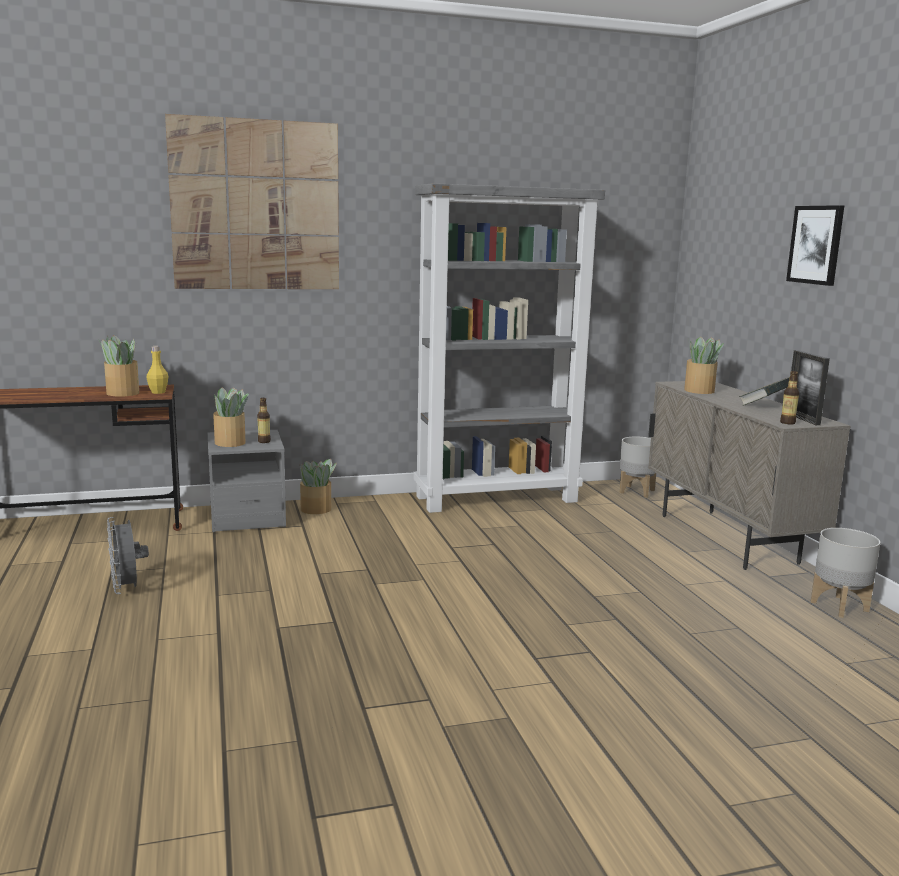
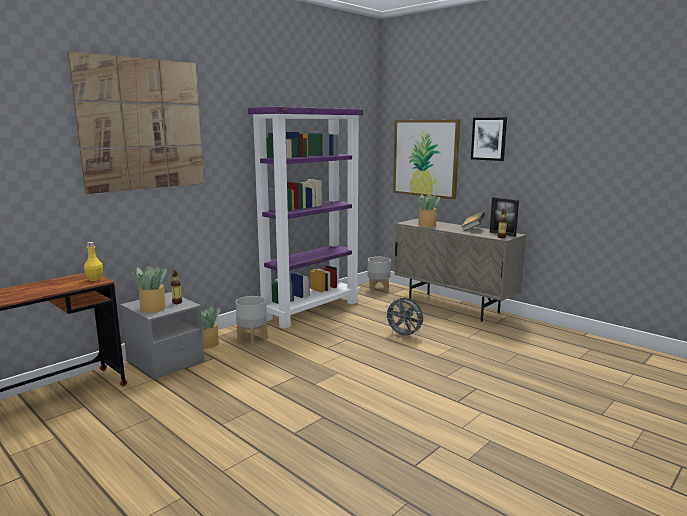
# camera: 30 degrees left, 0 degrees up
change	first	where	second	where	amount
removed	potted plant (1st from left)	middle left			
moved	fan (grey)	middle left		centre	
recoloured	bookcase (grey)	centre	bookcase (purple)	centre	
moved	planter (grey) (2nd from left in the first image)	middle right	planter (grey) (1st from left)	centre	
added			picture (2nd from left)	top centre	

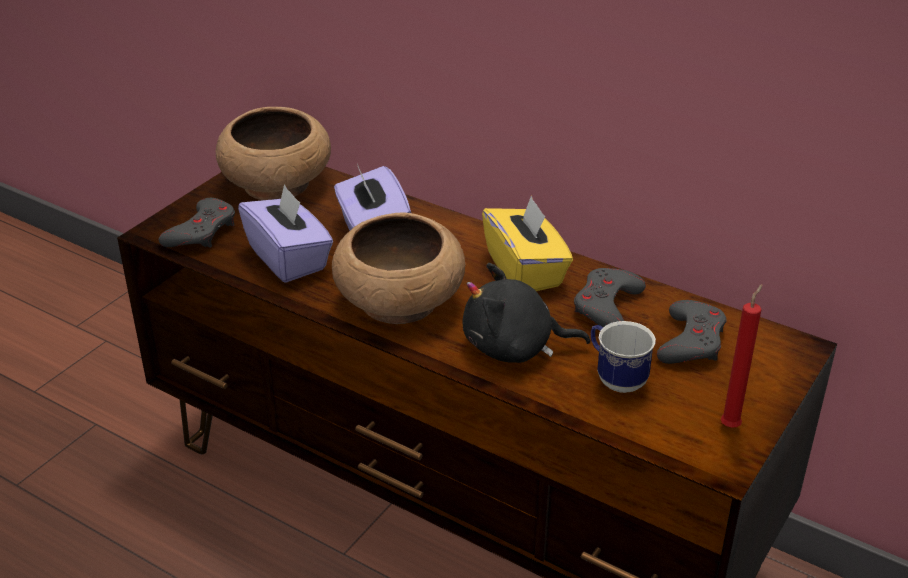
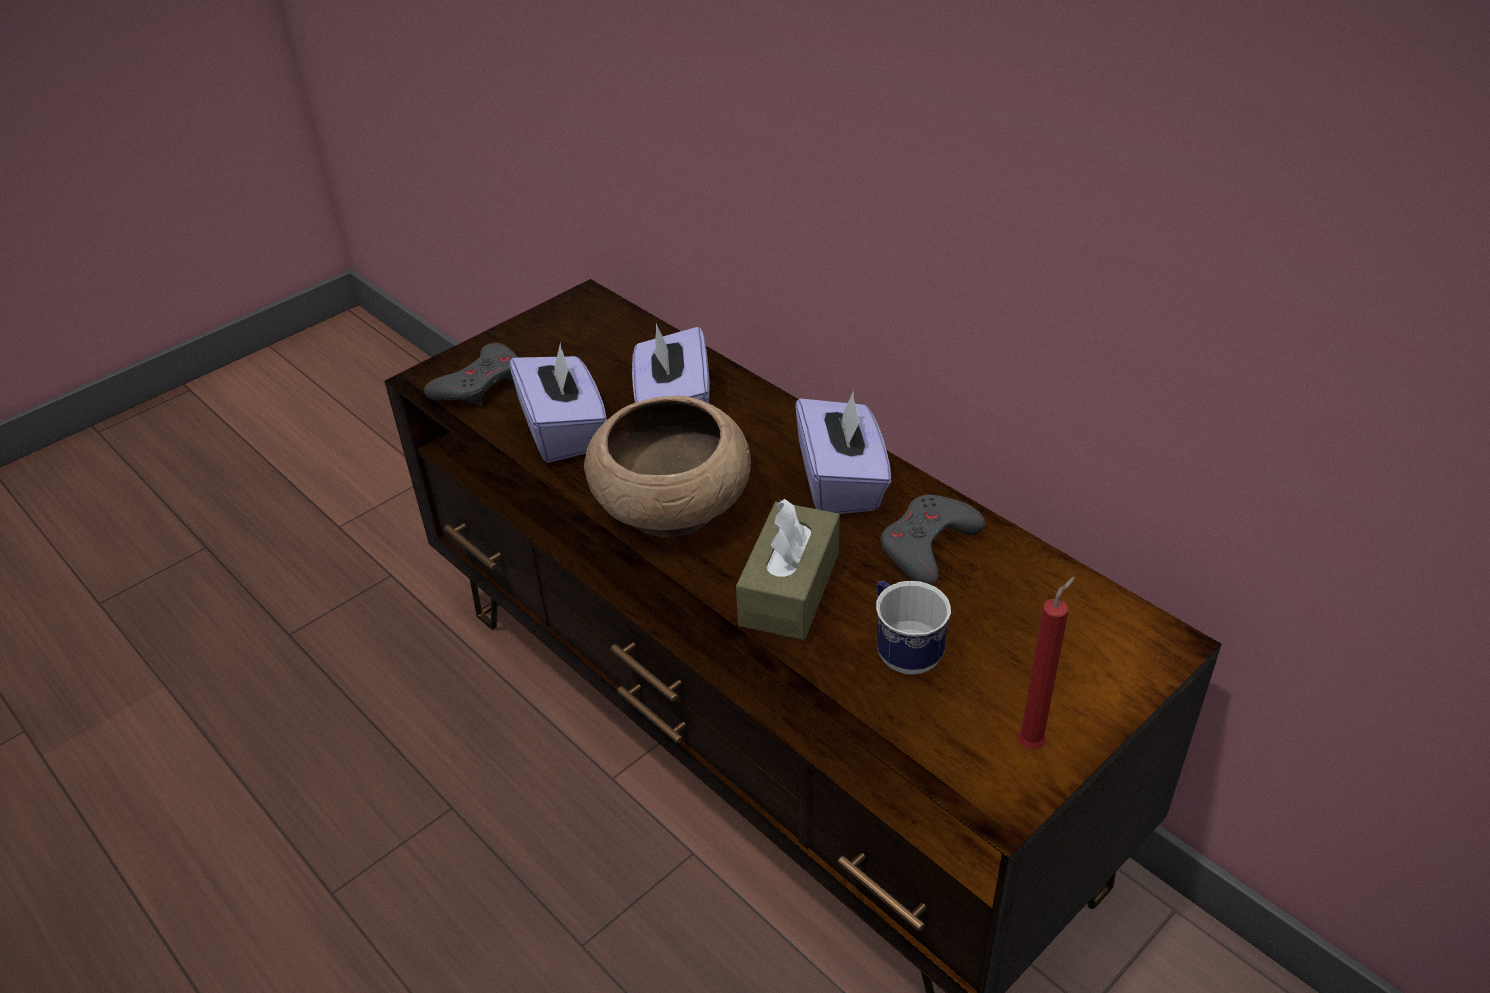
# camera: 15 degrees right, 5 degrees up
change	first	where	second	where	amount
removed	bowl (brown) (1st from left)	top left			
replaced	plush toy (black)	centre	tissue box (brown)	centre	
recoloured	tissue box (yellow)	centre	tissue box (purple) (3rd from left)	centre	
removed	game controller (grey) (3rd from left)	middle right			

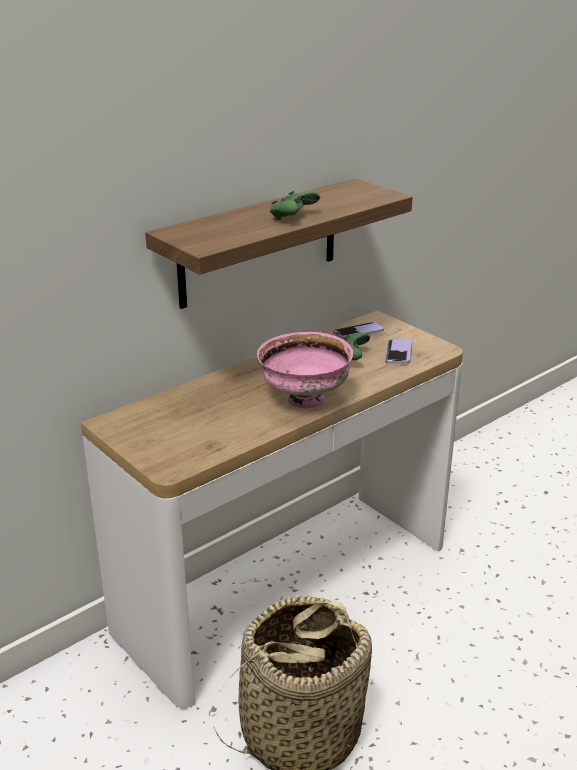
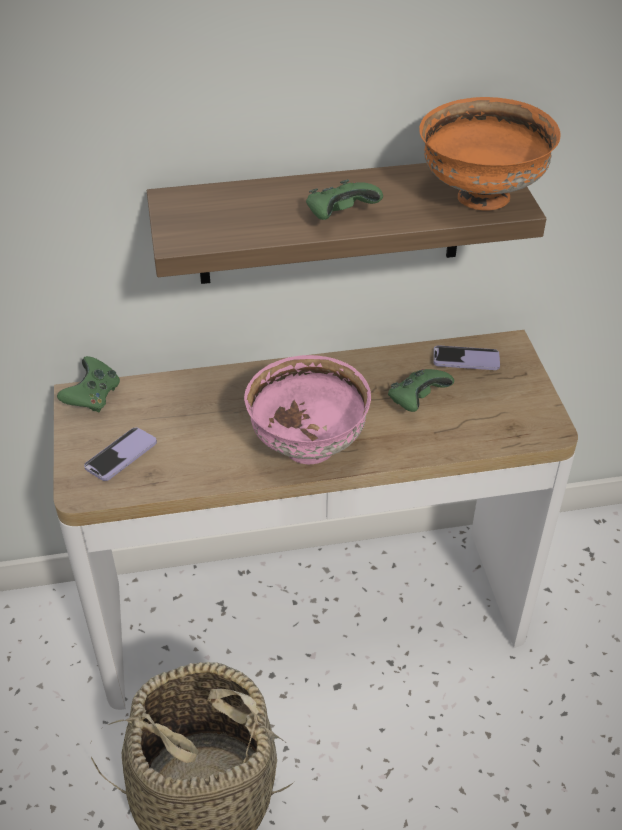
# camera: 30 degrees right, 15 degrees up
change	first	where	second	where	amount
moved	phone (2nd from left in the first image)	middle right	phone (1st from left)	middle left	
added			game controller (green) (1st from left)	middle left	
added			bowl (orange)	top right	

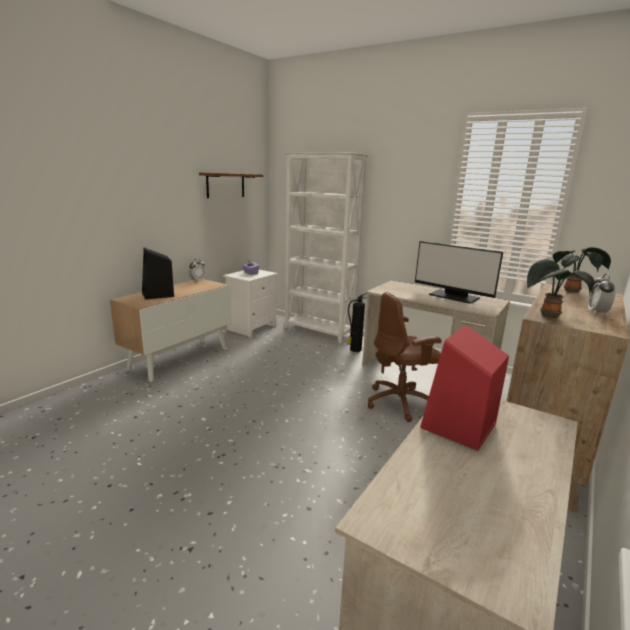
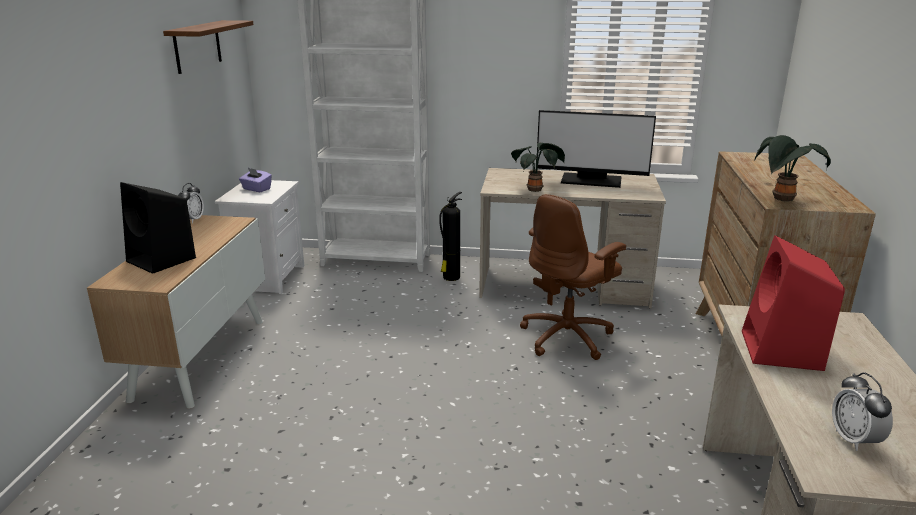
# camera: 25 degrees left, 5 degrees up
change	first	where	second	where	amount
moved	potted plant (2nd from left in the first image)	middle right	potted plant (1st from left)	top centre	
moved	alarm clock (2nd from left)	middle right		bottom right	

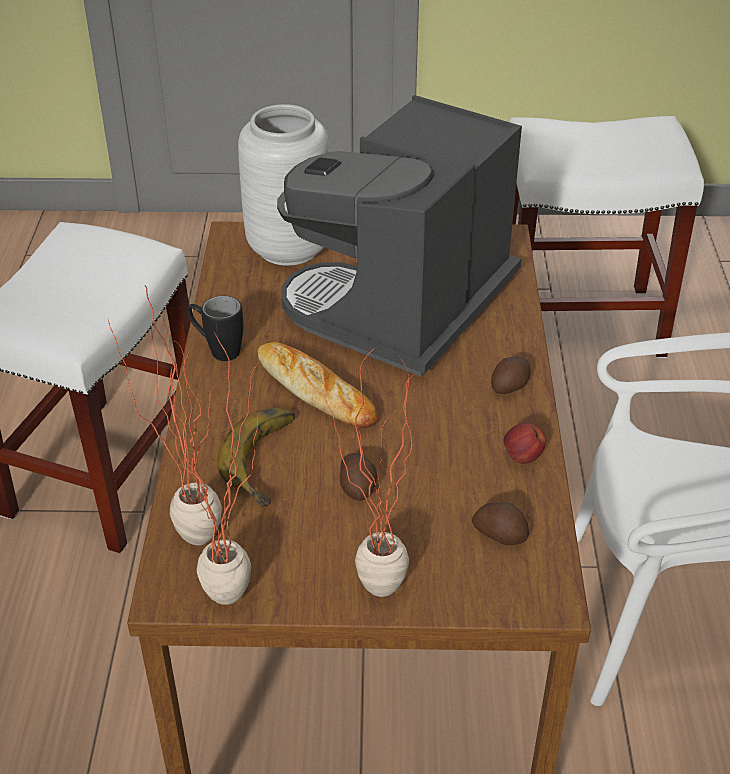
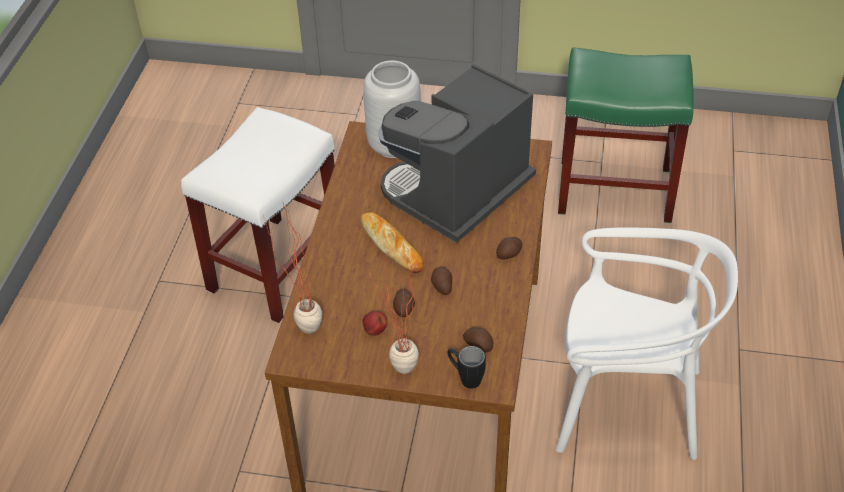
# camera: 10 degrees right, 5 degrees up
change	first	where	second	where	amount
removed	potted plant (2nd from left)	middle left			
moved	mug (black)	middle left		bottom centre	
removed	banana	centre			
moved	apple	middle right		centre	
recoloured	stool (white) (2nd from left)	top right	stool (green)	top right	
added			potato (2nd from left)	centre	

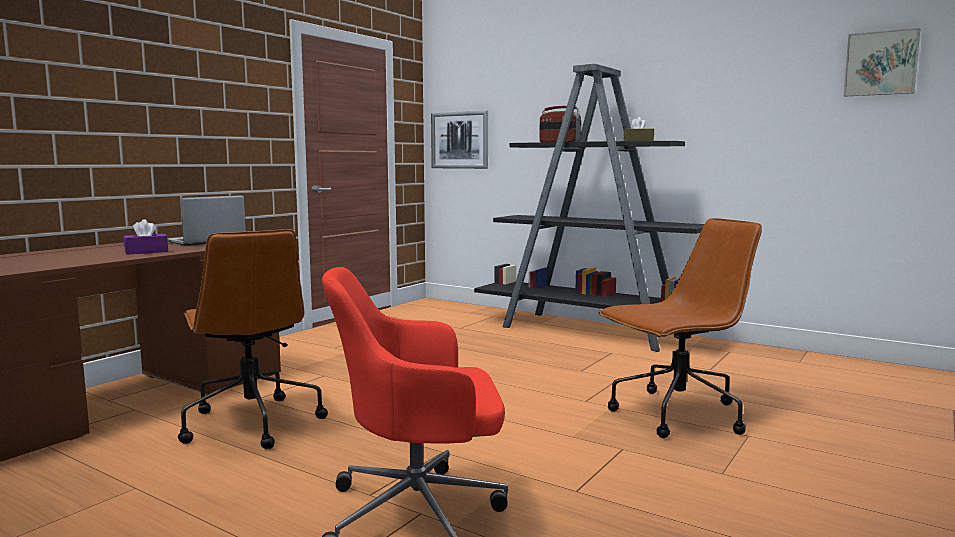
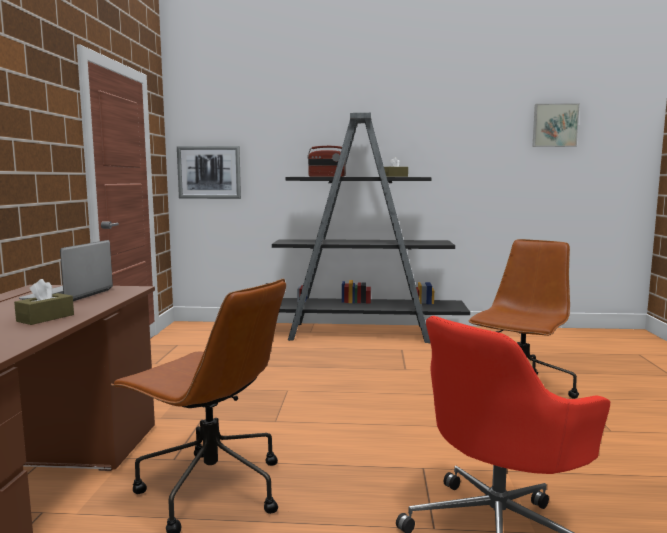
# camera: 30 degrees left, 0 degrees up
change	first	where	second	where	amount
recoloured	tissue box (purple)	middle left	tissue box (brown) (1st from left)	middle left	

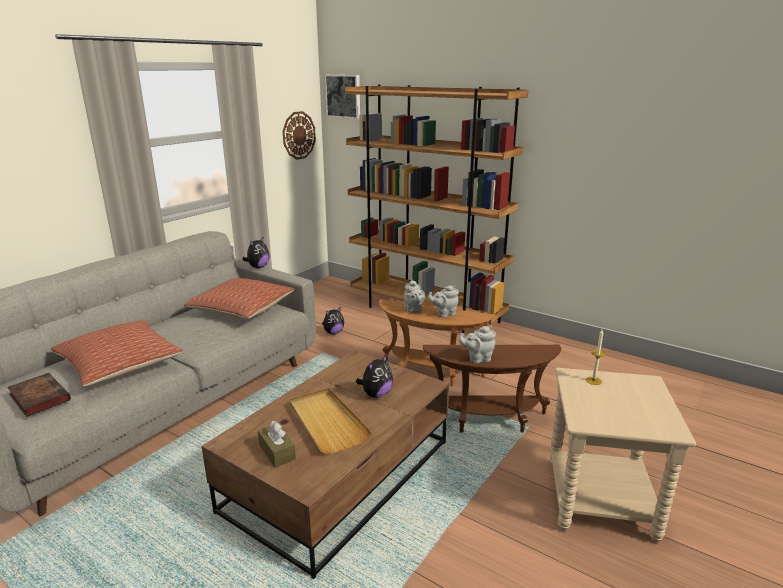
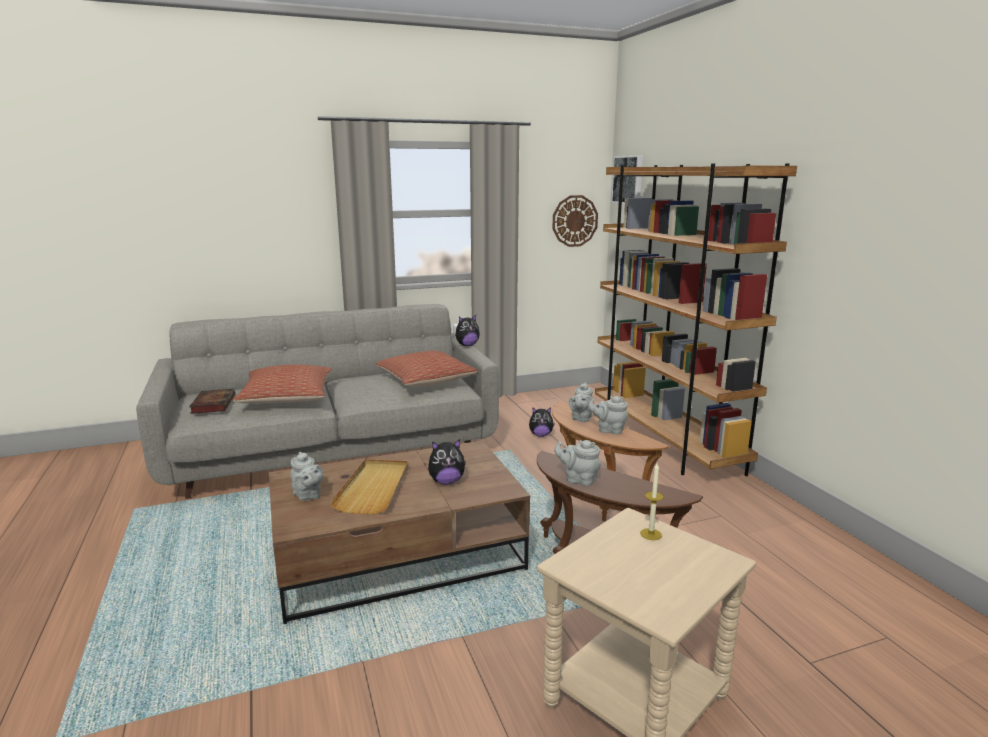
# camera: 35 degrees right, 5 degrees down
change	first	where	second	where	amount
replaced	tissue box (brown)	bottom centre	teapot (grey) (1st from left)	middle left	

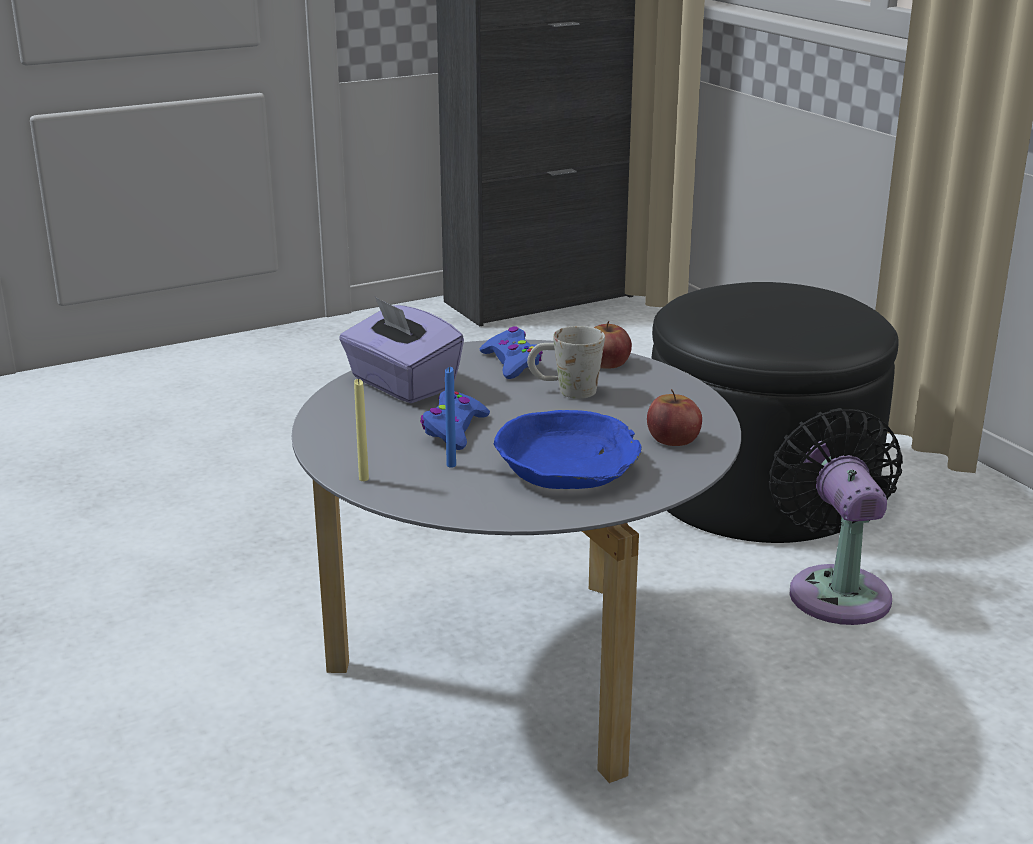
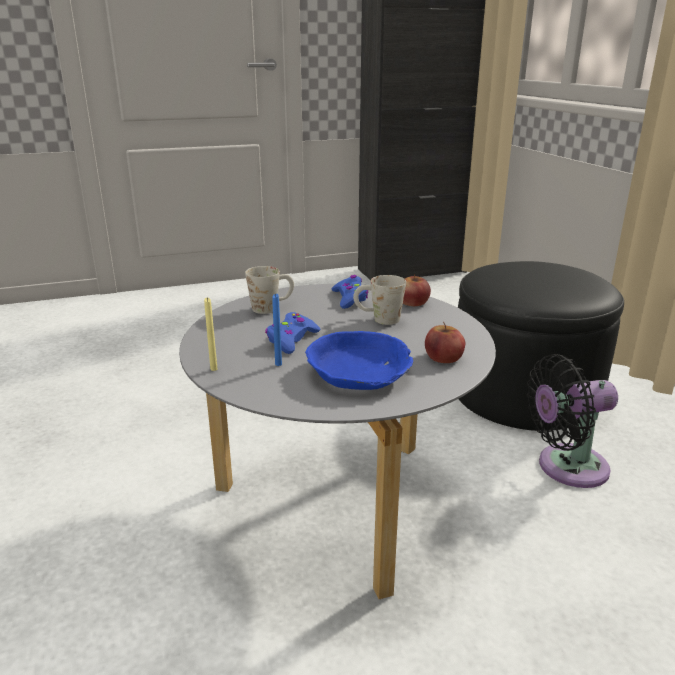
# camera: 10 degrees right, 0 degrees up
change	first	where	second	where	amount
replaced	tissue box (purple)	centre	mug (white) (1st from left)	centre	
turned	fan (black)	middle right		middle right	105 degrees counterclockwise

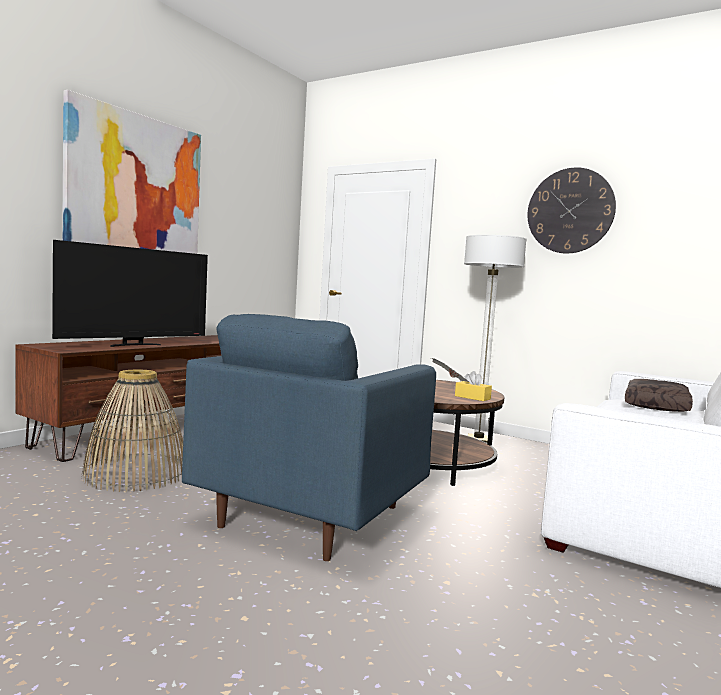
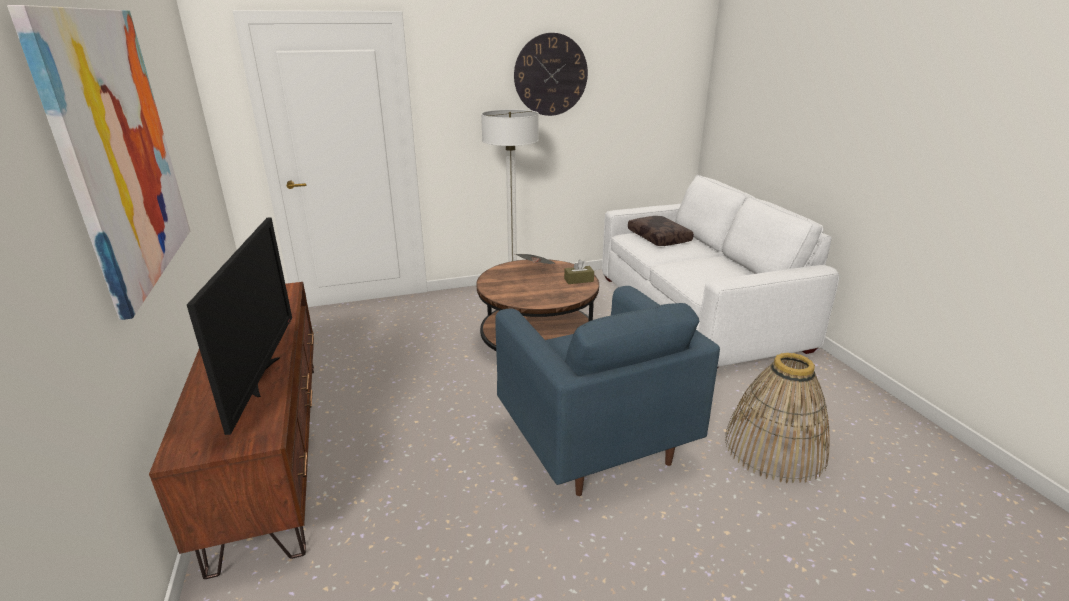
# camera: 50 degrees left, 20 degrees up
change	first	where	second	where	amount
moved	basket	middle left		bottom right	
recoloured	tissue box (yellow)	centre	tissue box (brown)	centre	

